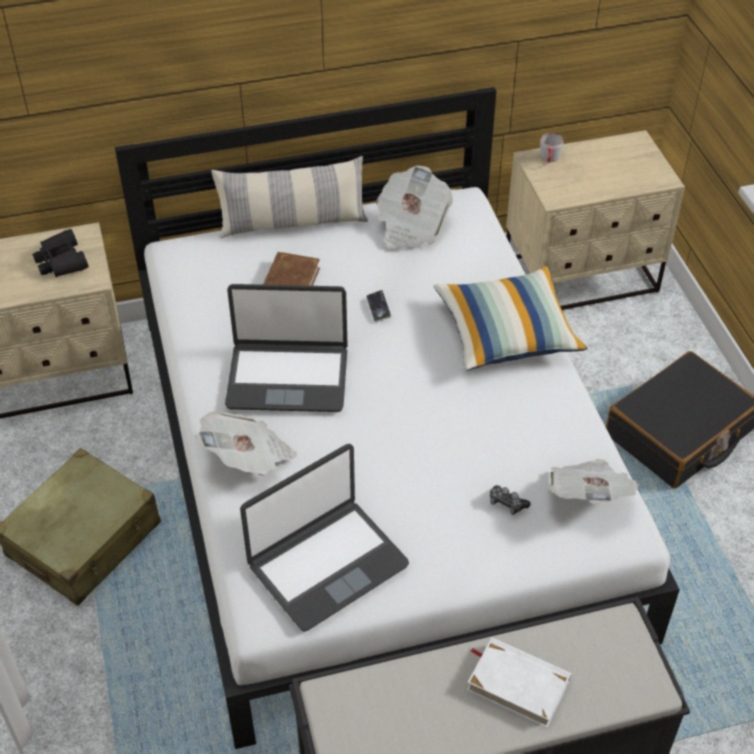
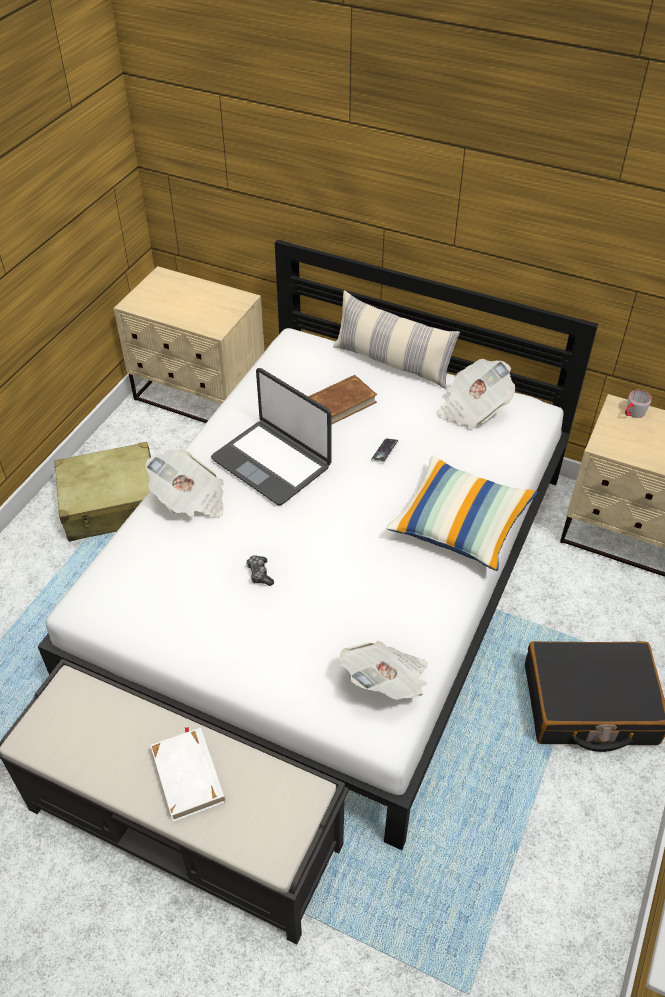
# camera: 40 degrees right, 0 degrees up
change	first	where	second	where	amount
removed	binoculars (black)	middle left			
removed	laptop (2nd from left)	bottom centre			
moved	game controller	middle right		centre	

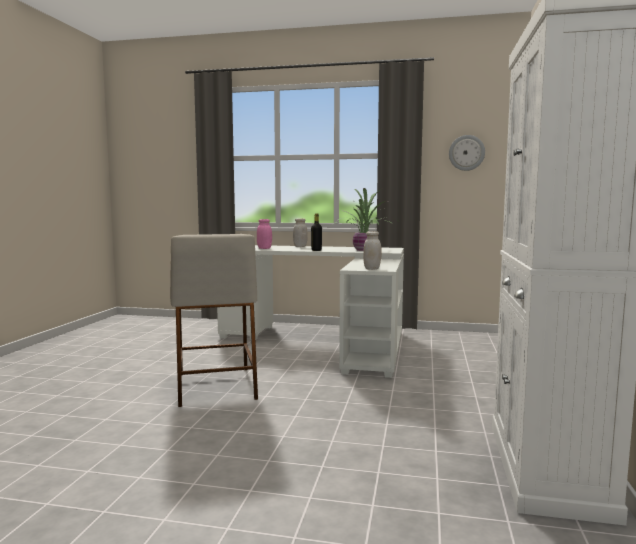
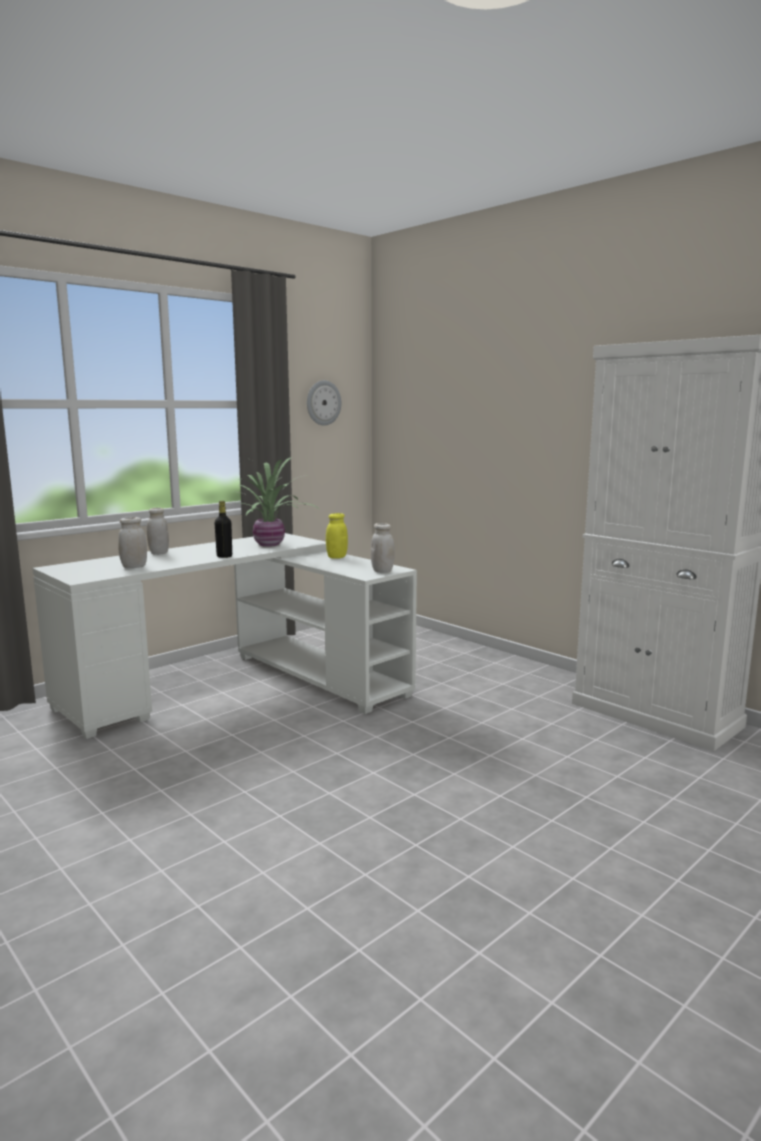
# camera: 55 degrees left, 5 degrees up
change	first	where	second	where	amount
removed	stool (beige)	centre			
recoloured	jar (pink)	centre	jar (white) (1st from left)	middle left	
added			jar (yellow)	centre	

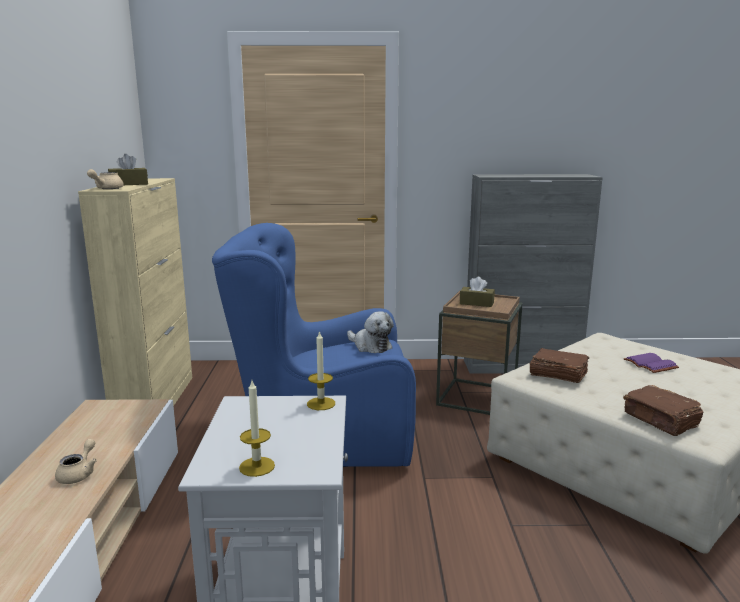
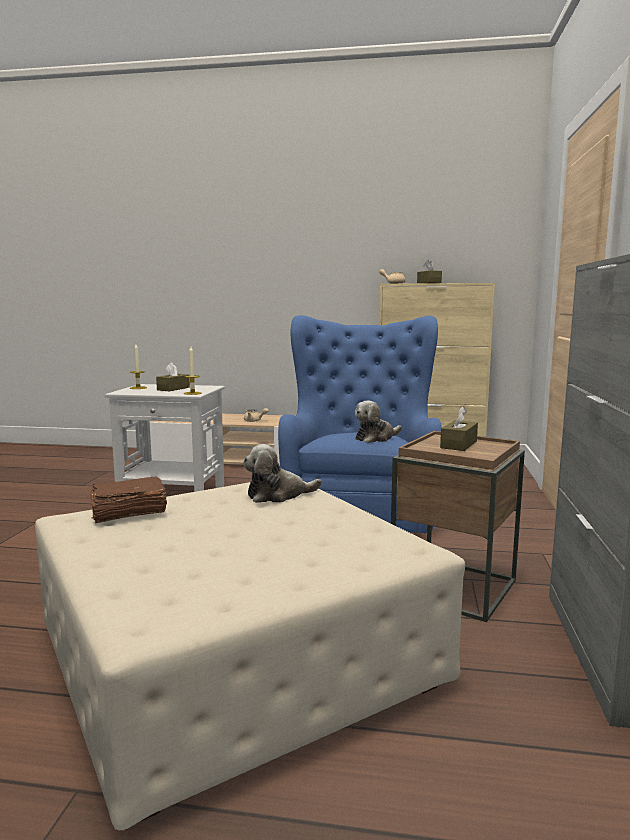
# camera: 100 degrees right, 5 degrees down
change	first	where	second	where	amount
replaced	book (brown) (1st from left)	middle right	plush toy (1st from left)	centre	
removed	book (purple)	middle right			
added			tissue box (brown) (1st from left)	middle left	

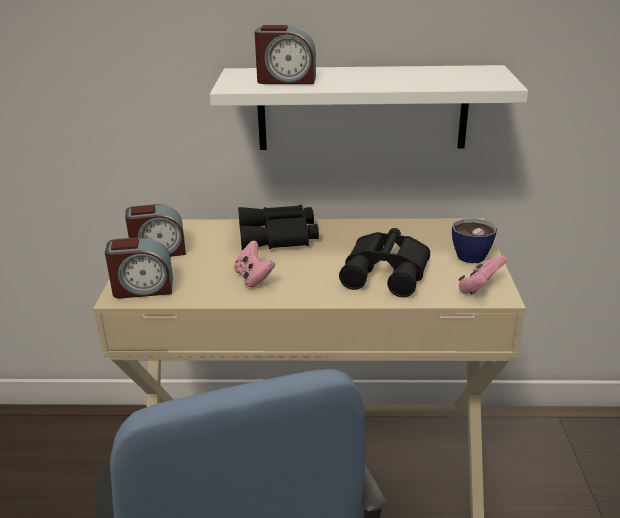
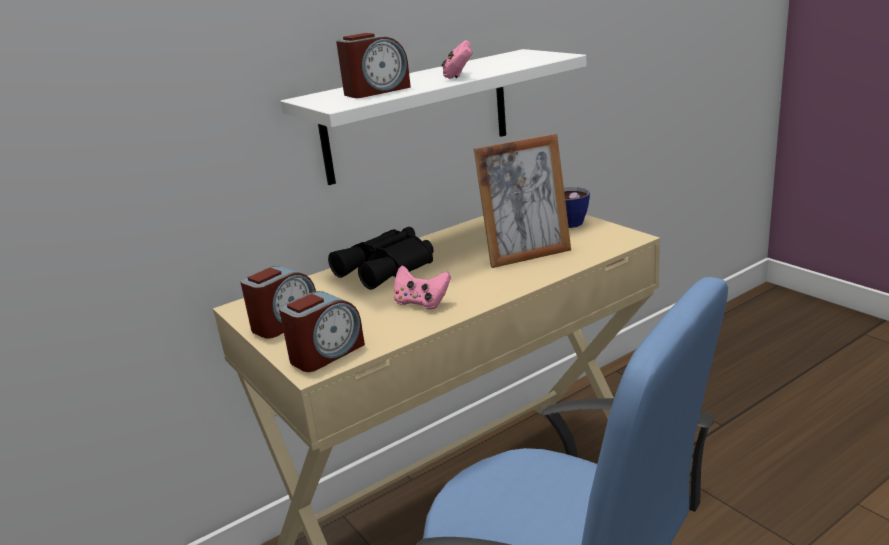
# camera: 35 degrees left, 5 degrees down
change	first	where	second	where	amount
replaced	binoculars (black) (2nd from left)	centre	picture frame	centre	
moved	game controller (pink) (2nd from left)	middle right		top centre	

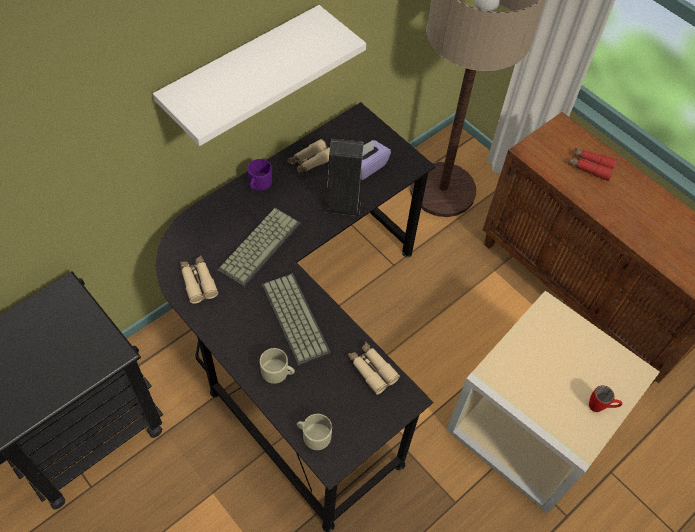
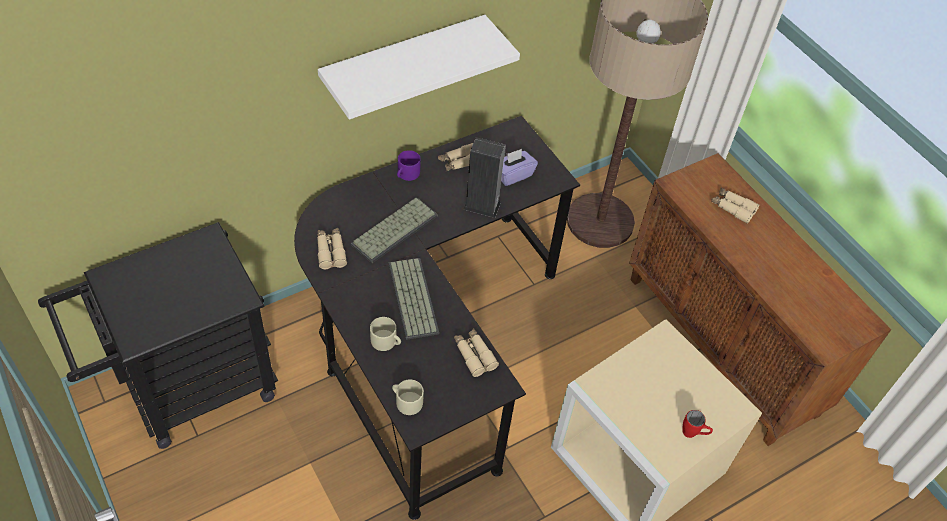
# camera: 10 degrees right, 5 degrees down
change	first	where	second	where	amount
recoloured	binoculars (red)	top right	binoculars (beige) (4th from left)	middle right	

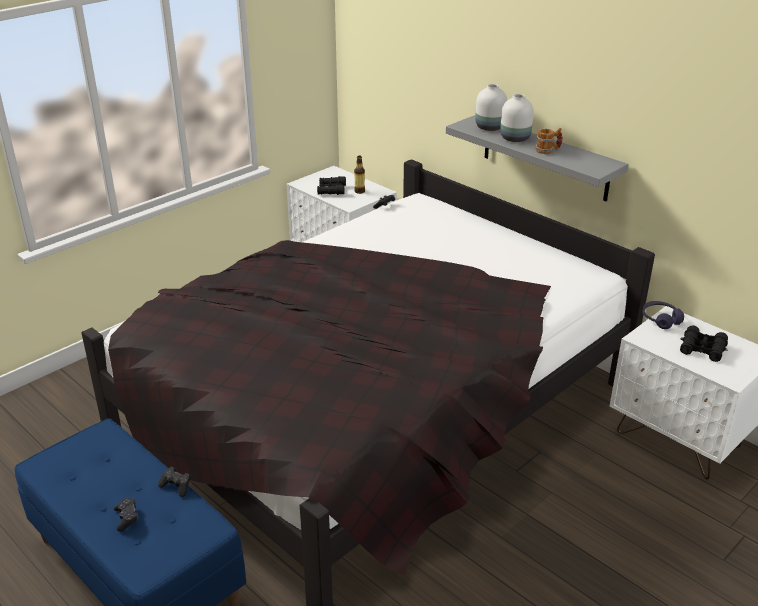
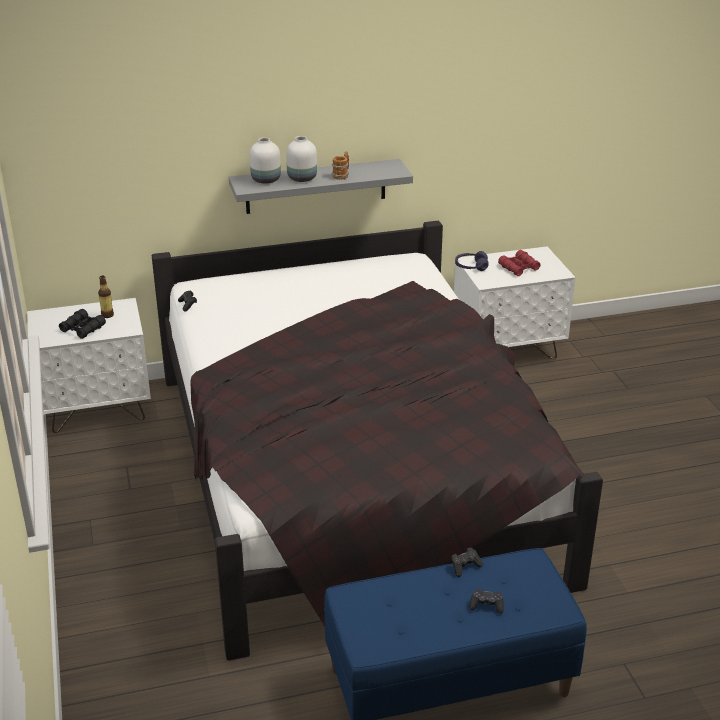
# camera: 60 degrees left, 0 degrees up
change	first	where	second	where	amount
recoloured	binoculars (black) (2nd from left)	middle right	binoculars (red)	middle right	

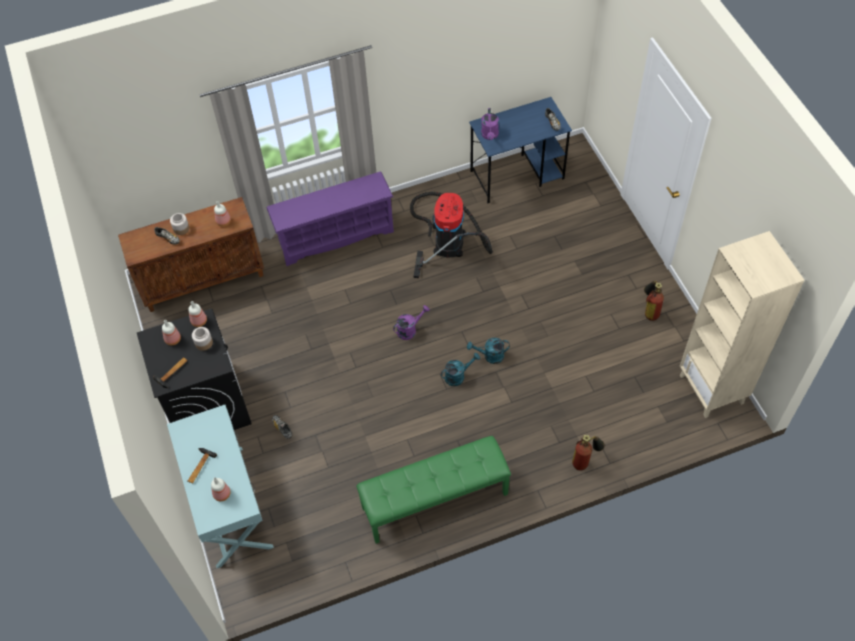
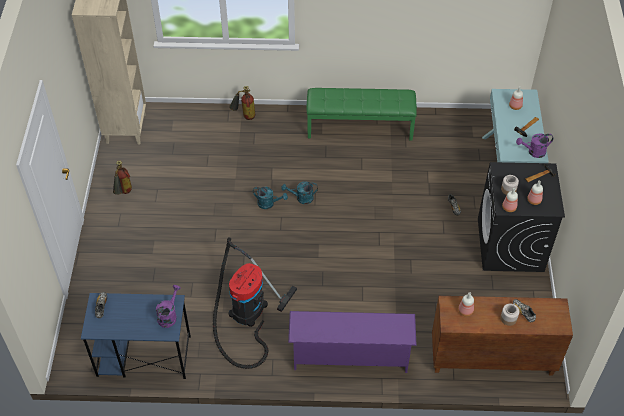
# camera: 160 degrees left, 5 degrees down
change	first	where	second	where	amount
moved	watering can (purple) (1st from left in the first image)	centre	watering can (purple) (2nd from left)	middle right	

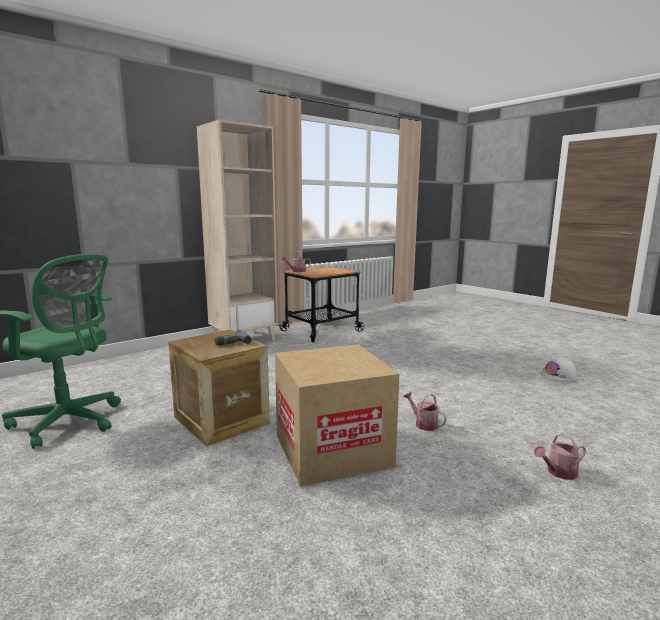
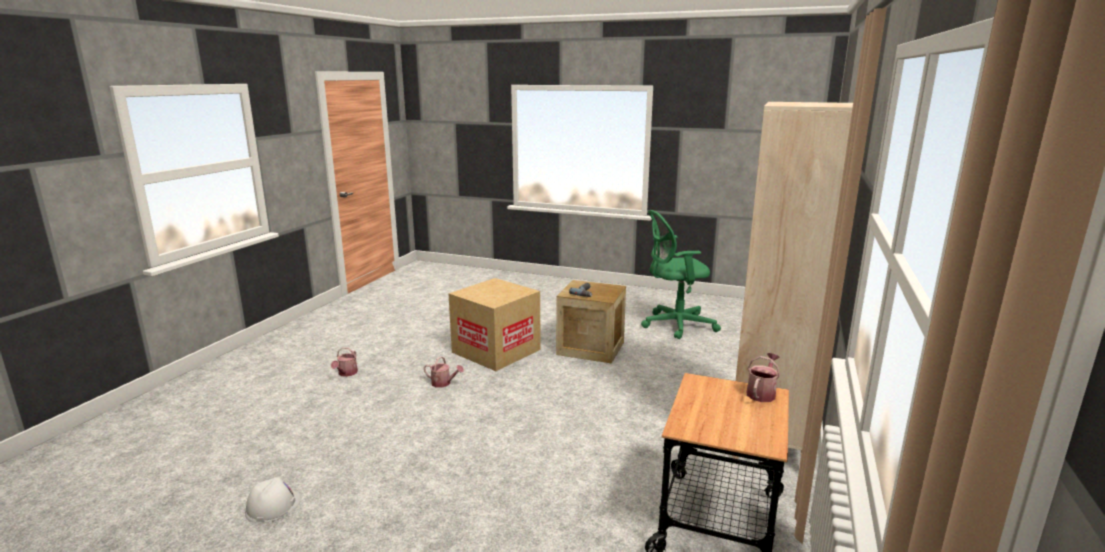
# camera: 150 degrees right, 5 degrees up
change	first	where	second	where	amount
turned	watering can (3rd from left in the first image)	bottom right	watering can (1st from left)	middle left	150 degrees clockwise

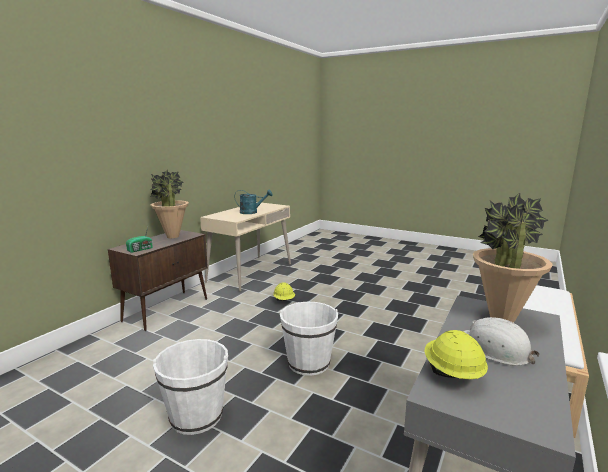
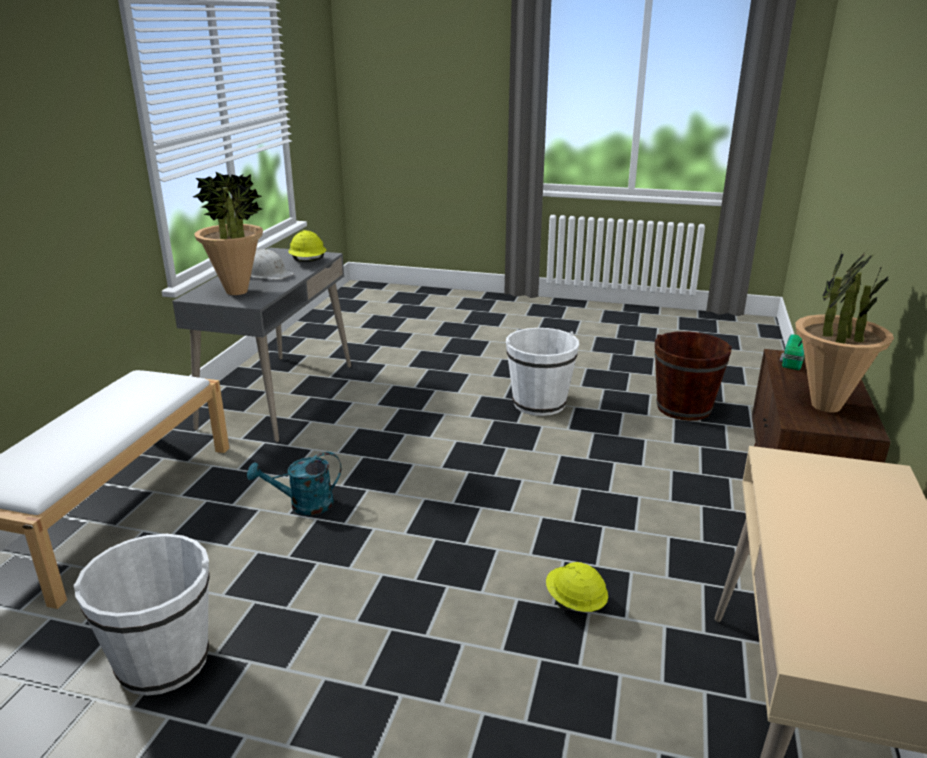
# camera: 165 degrees right, 10 degrees up
change	first	where	second	where	amount
moved	watering can (turquoise)	centre		middle left	
moved	bucket (white) (2nd from left in the first image)	bottom centre	bucket (white) (1st from left)	bottom left	
added			bucket (brown)	middle right	

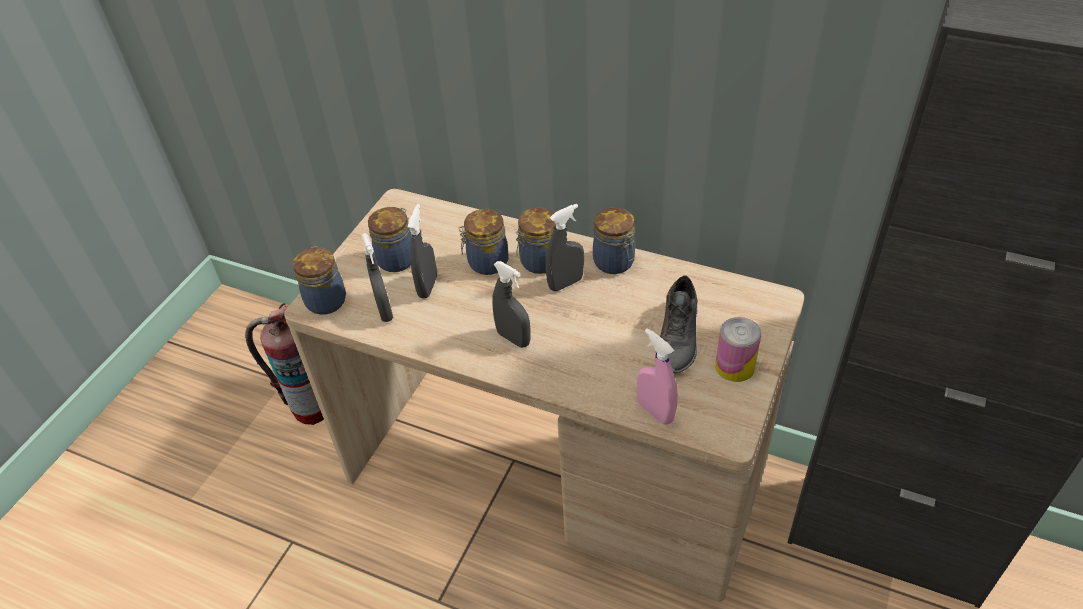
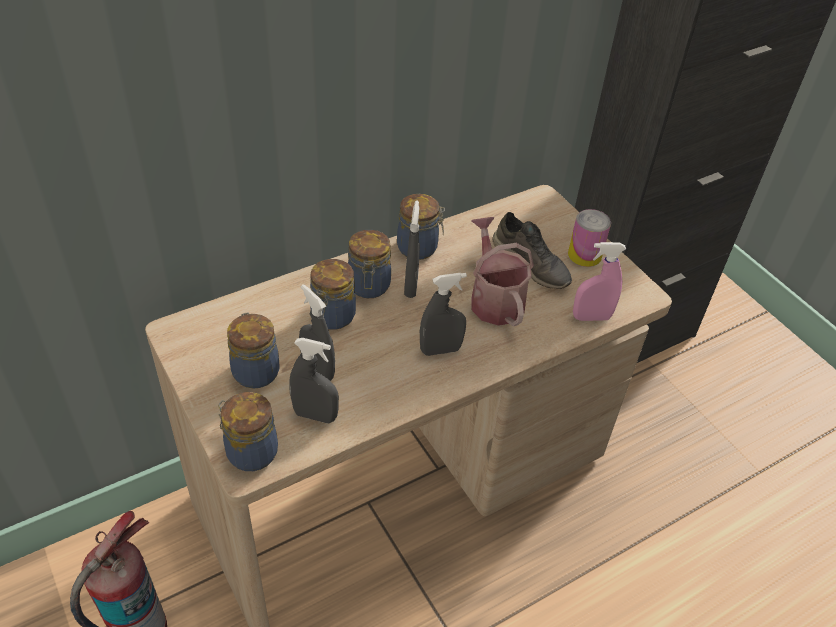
# camera: 60 degrees left, 0 degrees up
change	first	where	second	where	amount
added			watering can	centre	

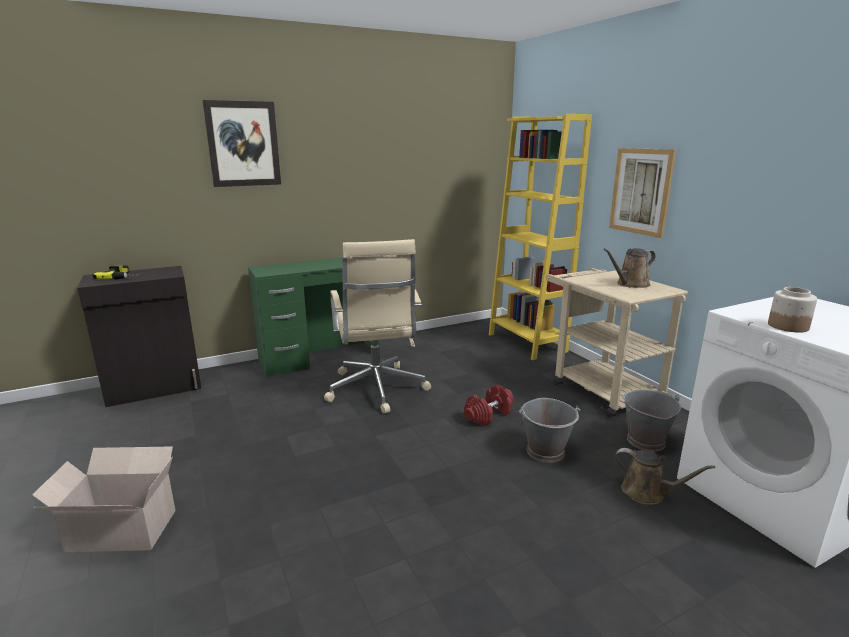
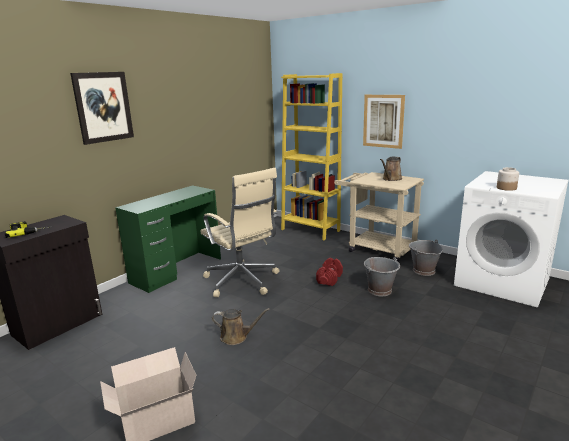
# camera: 25 degrees left, 0 degrees up
change	first	where	second	where	amount
moved	watering can (brown) (2nd from left in the first image)	bottom right	watering can (brown) (1st from left)	bottom centre	

